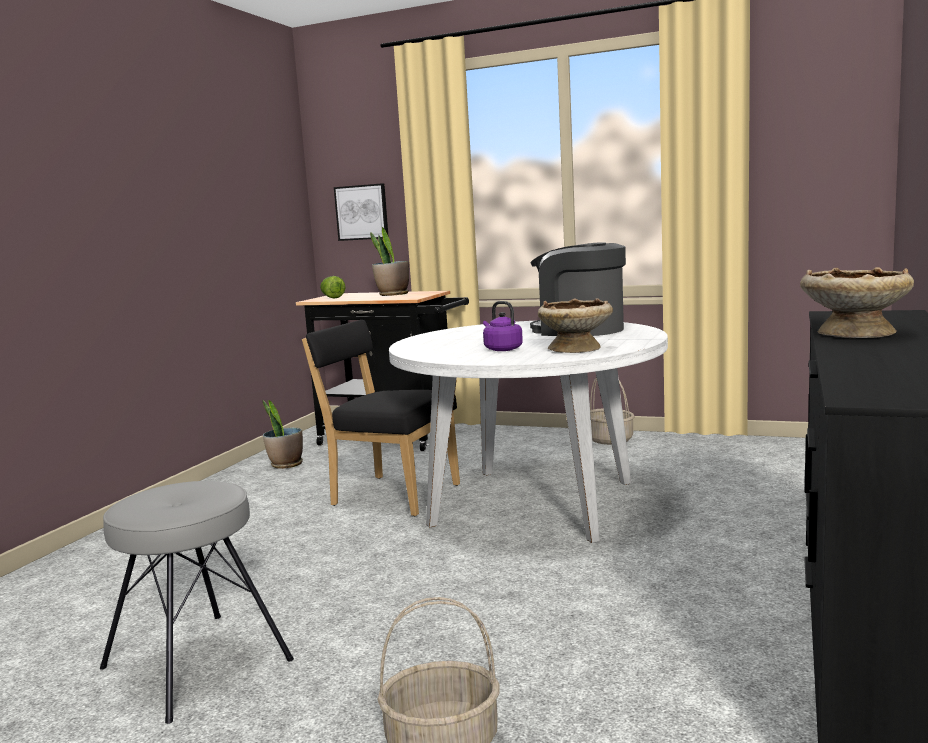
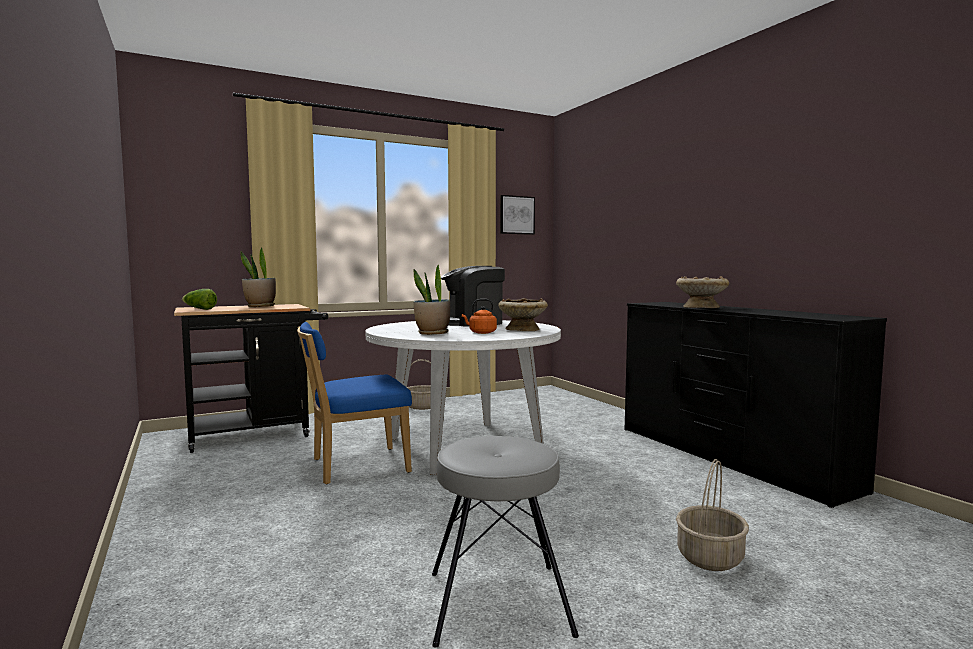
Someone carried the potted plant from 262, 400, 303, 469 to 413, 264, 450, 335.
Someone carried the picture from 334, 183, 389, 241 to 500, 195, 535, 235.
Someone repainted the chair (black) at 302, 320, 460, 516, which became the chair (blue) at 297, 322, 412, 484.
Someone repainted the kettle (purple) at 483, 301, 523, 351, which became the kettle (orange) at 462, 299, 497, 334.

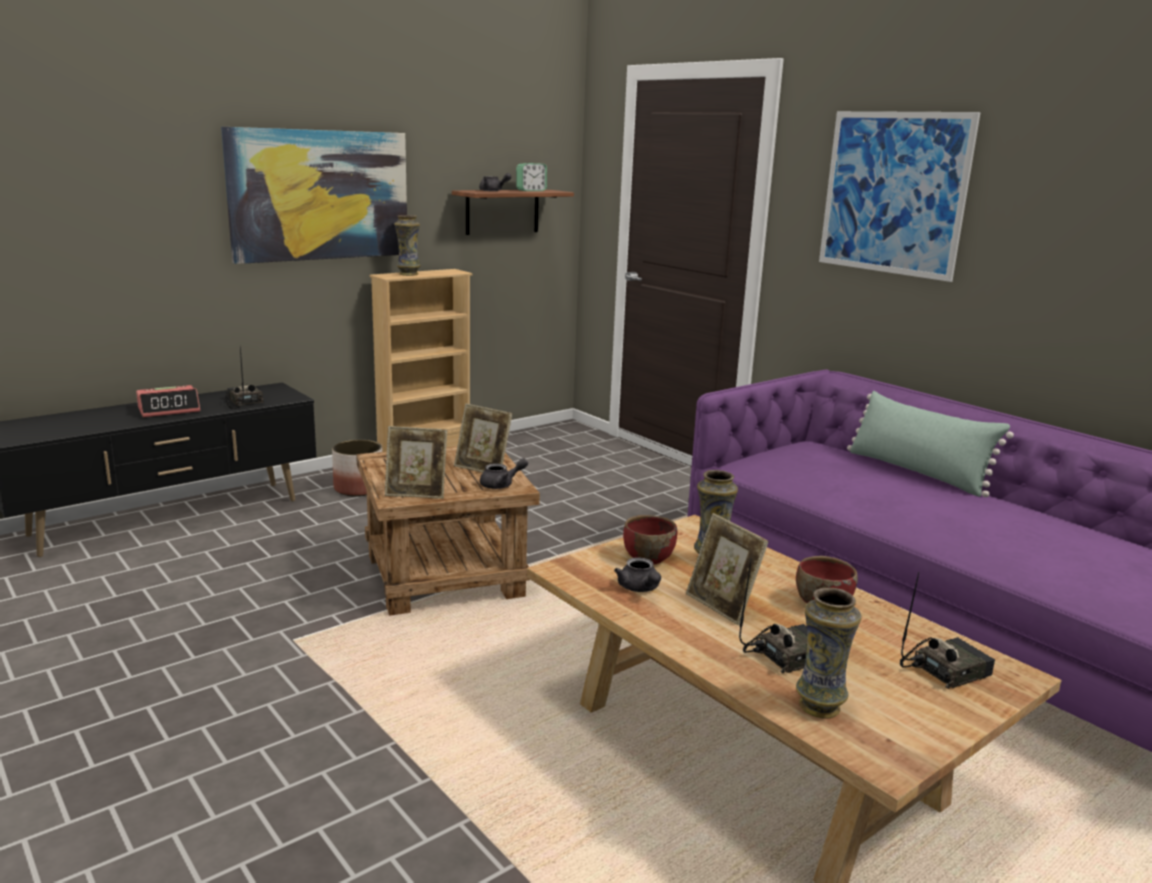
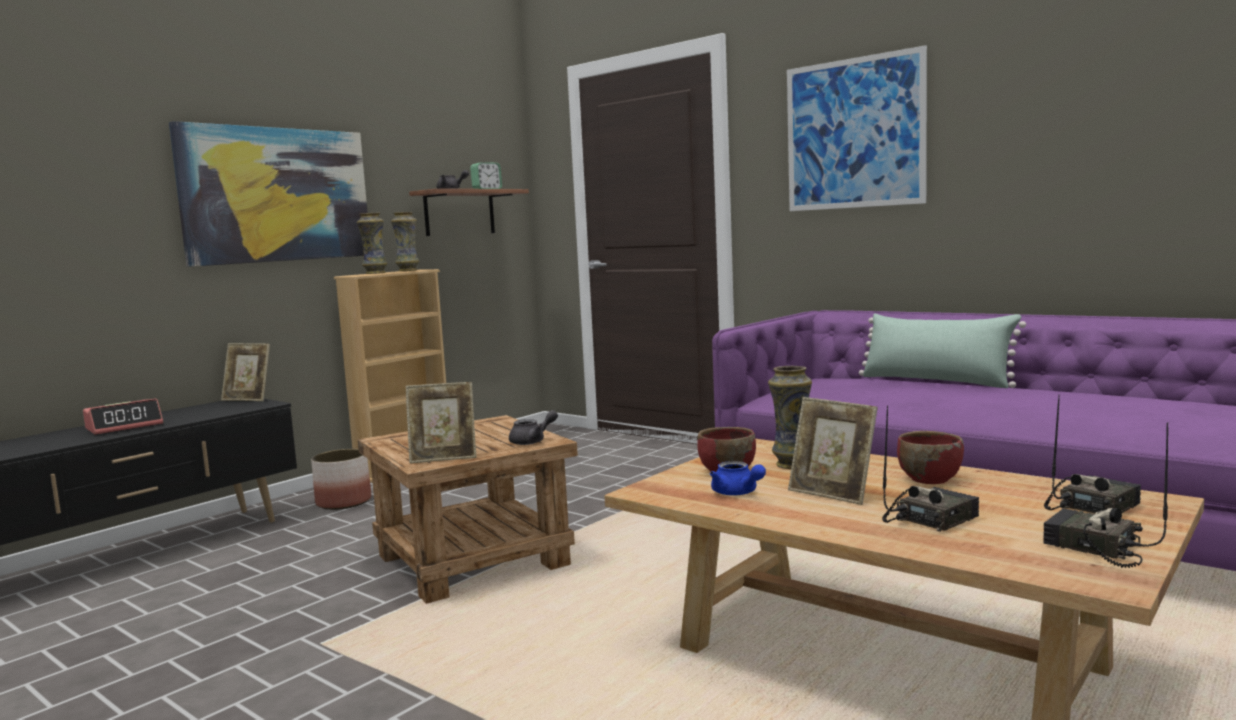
Someone carried the radio from 226, 345, 264, 409 to 1043, 422, 1168, 568.
Someone carried the picture frame from 454, 403, 512, 473 to 221, 343, 270, 401.
Someone carried the vase from 796, 588, 862, 719 to 391, 212, 419, 271.
Someone repainted the teapot (grey) at 614, 557, 661, 592, which became the teapot (blue) at 710, 461, 766, 496.

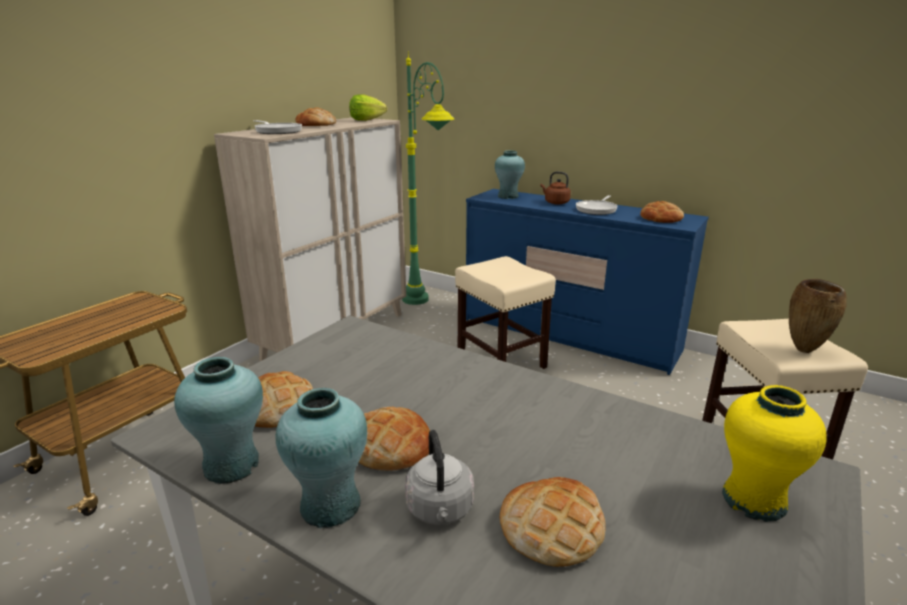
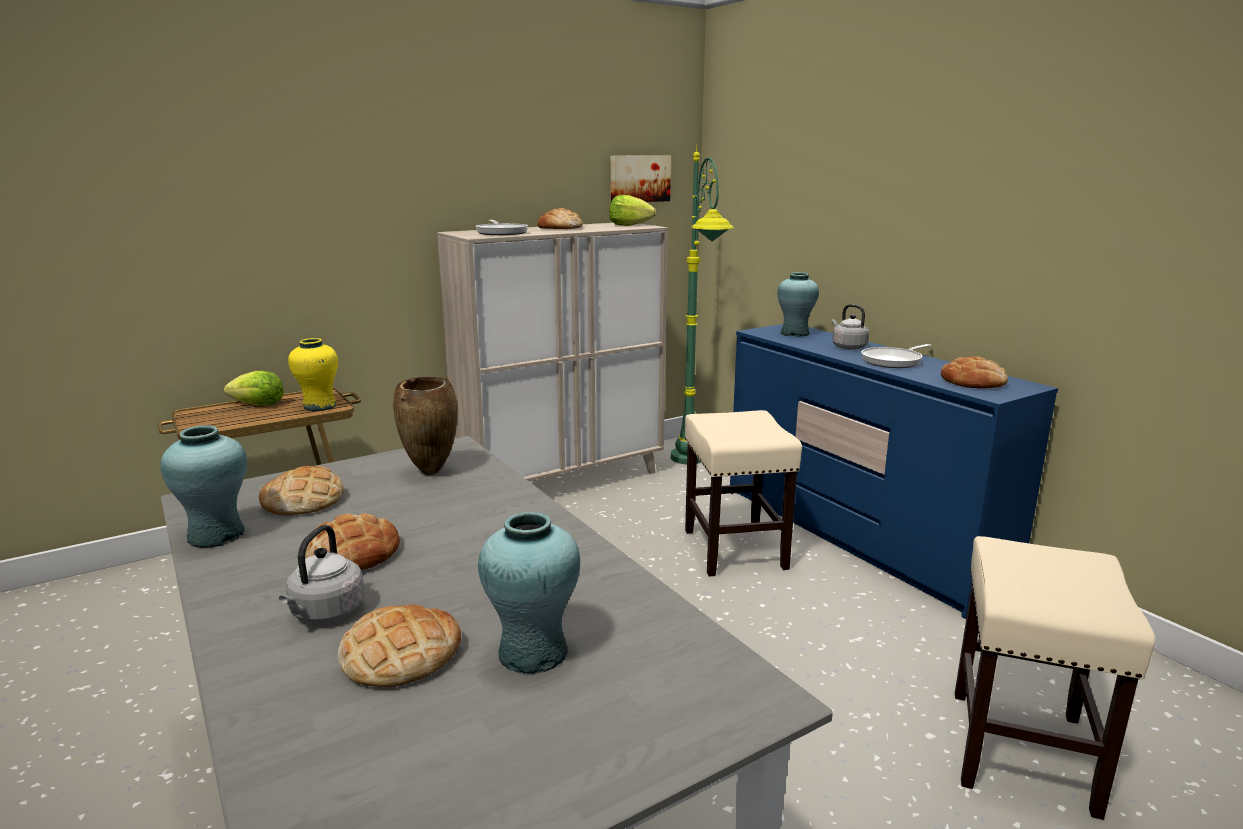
Someone put down the lettuce at 224, 371, 284, 405.
Someone put up the picture at 611, 156, 671, 202.
Someone carried the vase (turquoise) from 275, 388, 367, 528 to 478, 512, 580, 674.
Someone carried the vase (yellow) from 722, 385, 826, 522 to 288, 338, 338, 411.
Someone carried the vase (brown) from 789, 279, 847, 353 to 393, 377, 458, 475.
Someone repainted the kettle (brown) at 541, 172, 571, 205, which became the kettle (grey) at 832, 304, 869, 350.

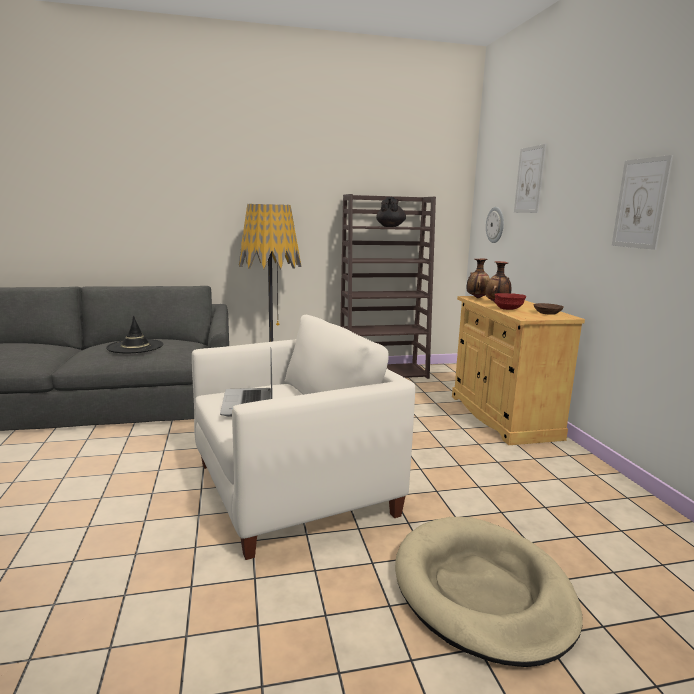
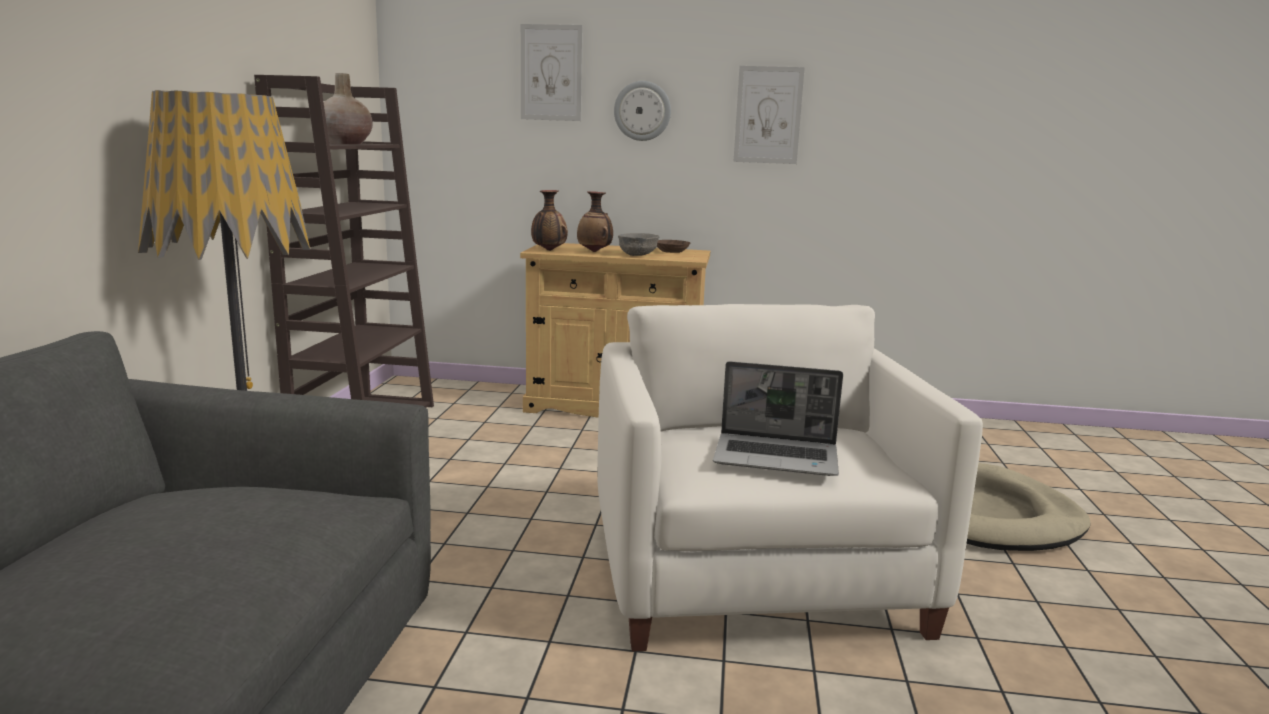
Someone took away the hat (black) at 106, 316, 163, 353.
Someone carried the wall clock from 486, 207, 504, 243 to 614, 81, 671, 141.
Someone swapped the teapot (black) at 376, 197, 406, 227 for the vase (beige) at 324, 73, 373, 145.
Someone repainted the bowl (red) at 494, 293, 526, 310, which became the bowl (grey) at 618, 233, 659, 256.

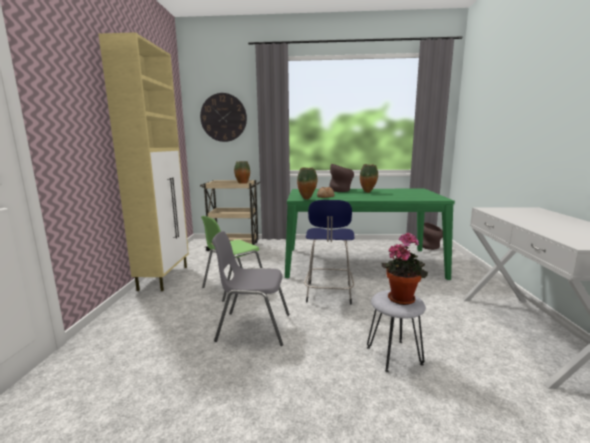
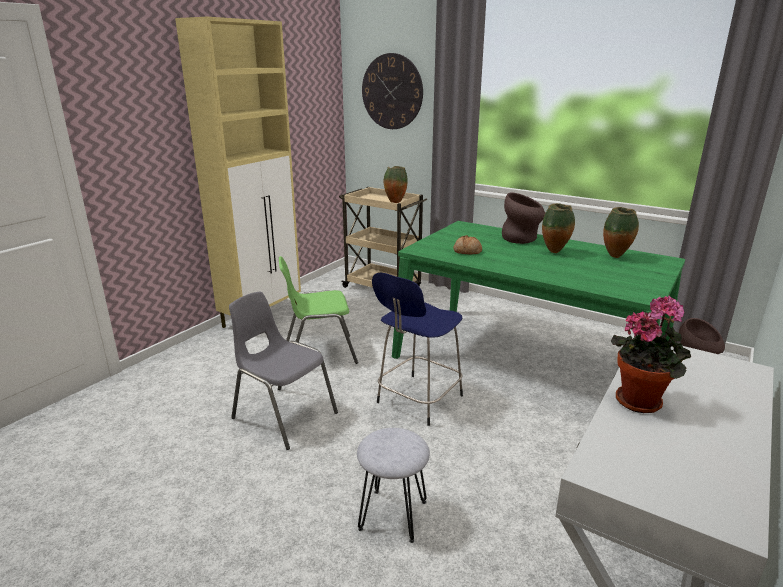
Someone carried the vase from 297, 167, 317, 199 to 603, 207, 639, 258.
Someone carried the potted plant from 382, 232, 428, 305 to 611, 295, 691, 413.

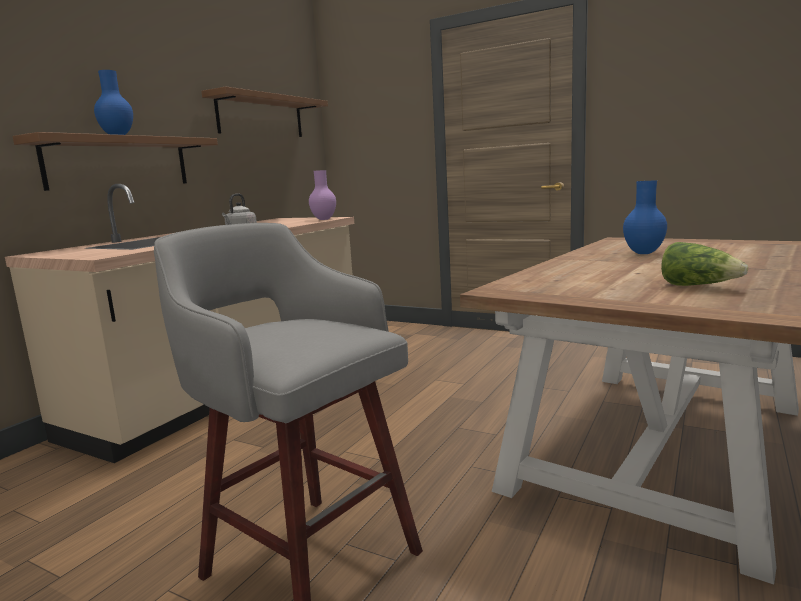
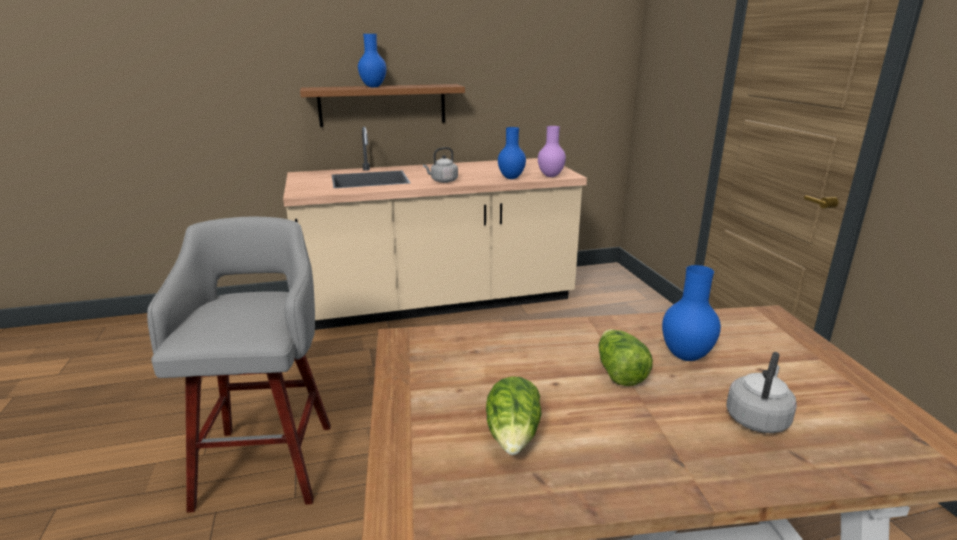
Someone took away the shelf (brown) at 201, 87, 328, 137.
Someone put down the vase (blue) at 498, 127, 526, 179.
Someone put down the lettuce at 598, 329, 653, 386.
Someone put down the kettle (grey) at 726, 352, 797, 433.

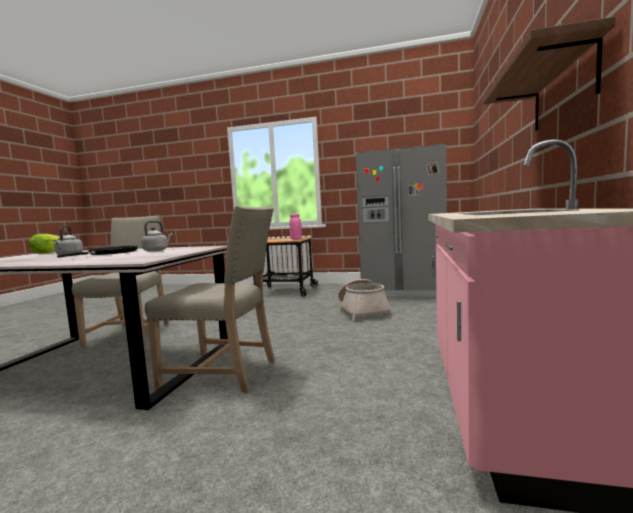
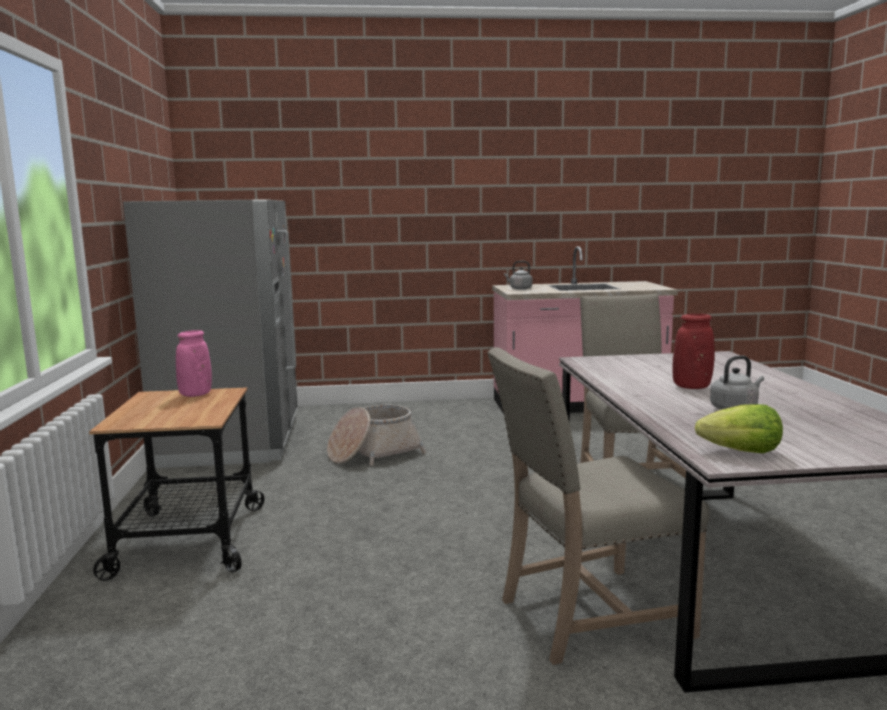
Someone took away the shelf at 483, 16, 616, 131.
Someone carried the kettle (grey) from 141, 221, 173, 252 to 504, 261, 532, 290.
Someone swapped the frying pan (black) at 57, 246, 138, 258 for the vase (red) at 672, 314, 715, 389.

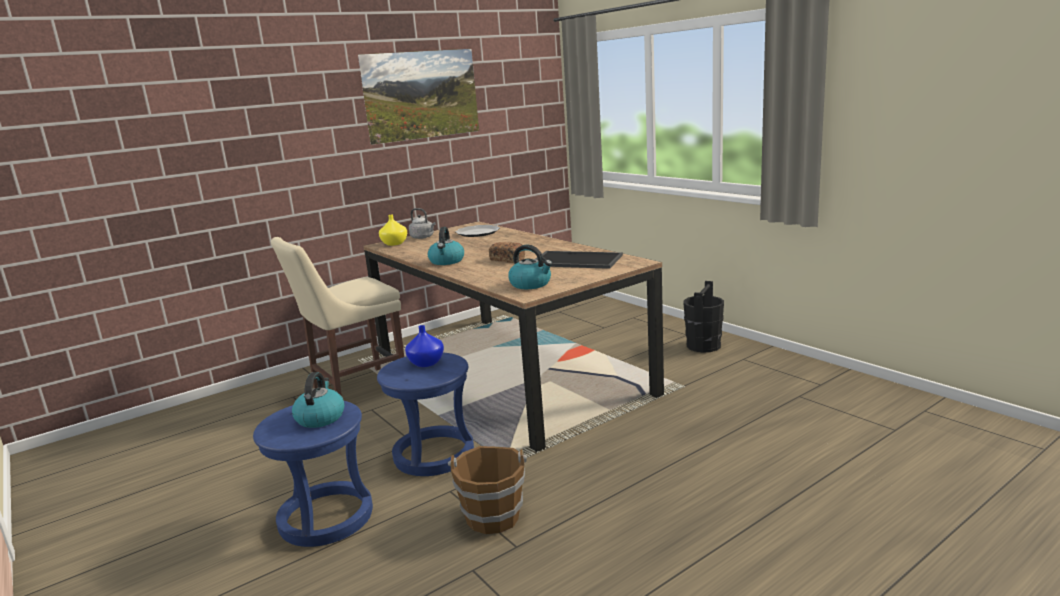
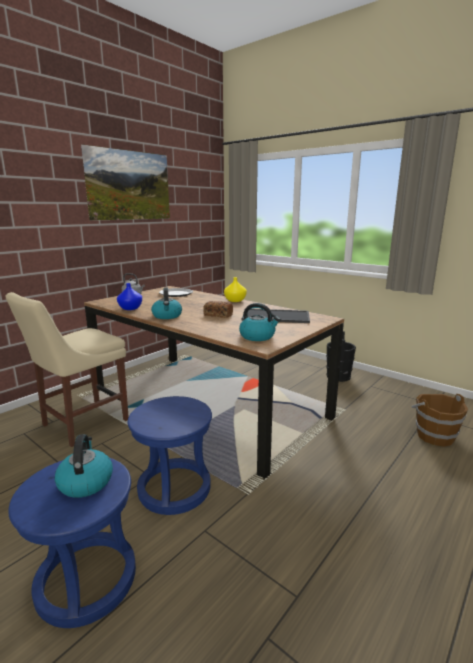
Someone carried the vase (yellow) from 379, 215, 407, 246 to 224, 277, 247, 302.
Someone carried the vase (blue) from 405, 325, 444, 367 to 117, 283, 142, 310.
Someone carried the bucket (brown) from 448, 446, 527, 534 to 412, 393, 468, 447.

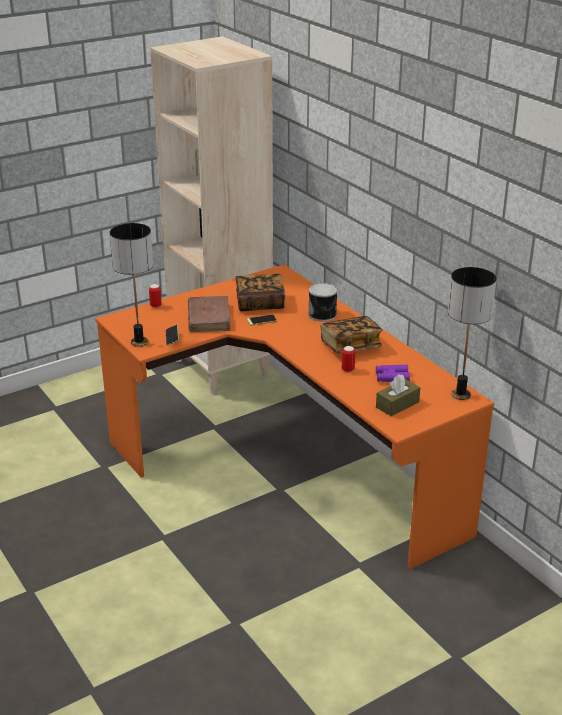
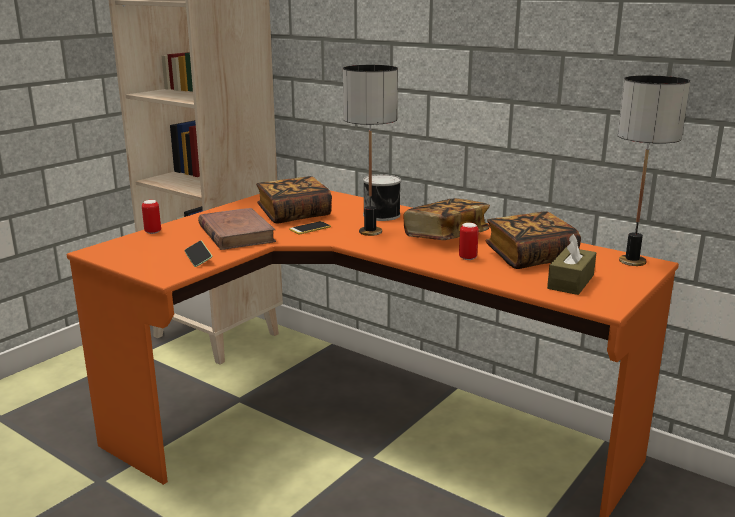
Someone carried the table lamp from 110, 223, 153, 347 to 343, 65, 398, 236.
Someone swapped the binoculars (purple) at 376, 365, 410, 382 for the book at 485, 211, 581, 269.

